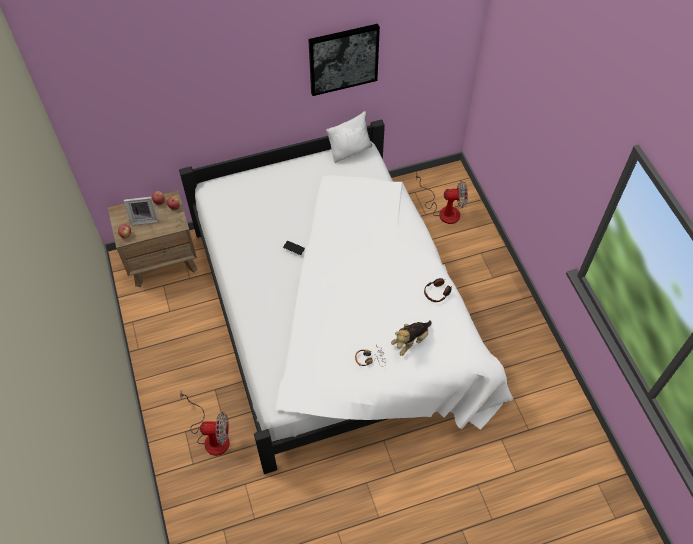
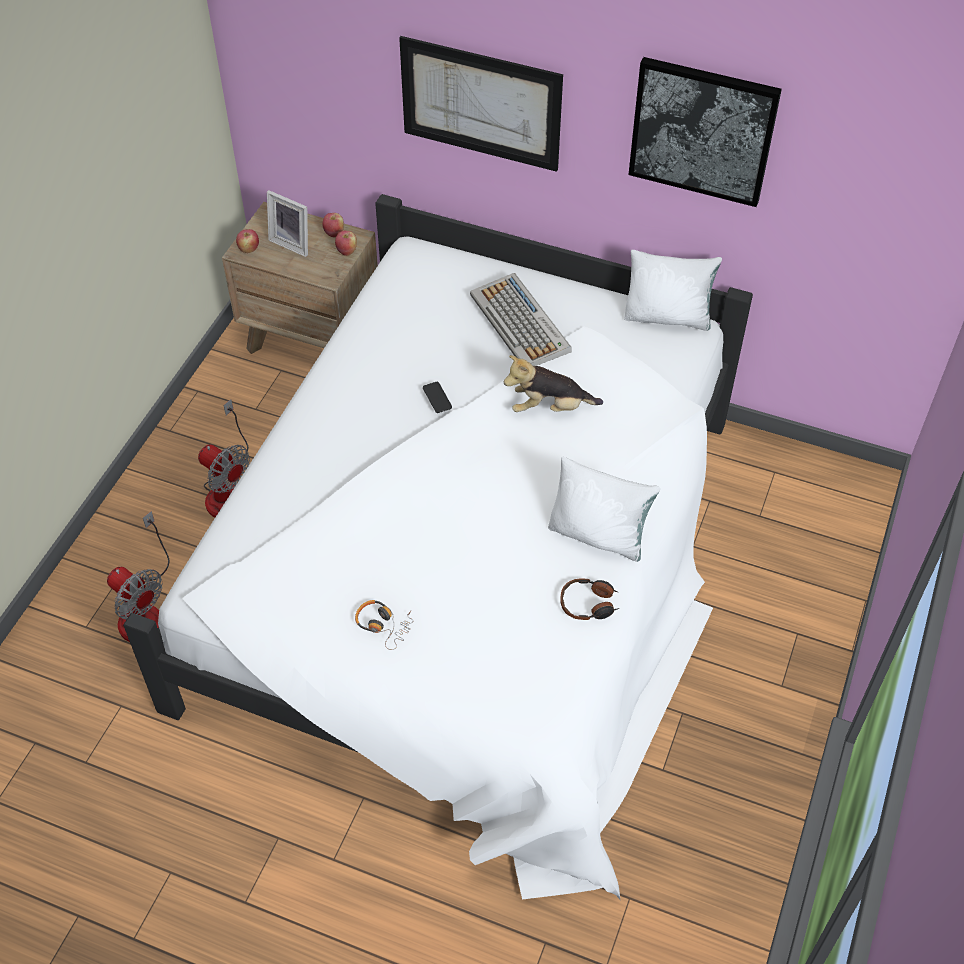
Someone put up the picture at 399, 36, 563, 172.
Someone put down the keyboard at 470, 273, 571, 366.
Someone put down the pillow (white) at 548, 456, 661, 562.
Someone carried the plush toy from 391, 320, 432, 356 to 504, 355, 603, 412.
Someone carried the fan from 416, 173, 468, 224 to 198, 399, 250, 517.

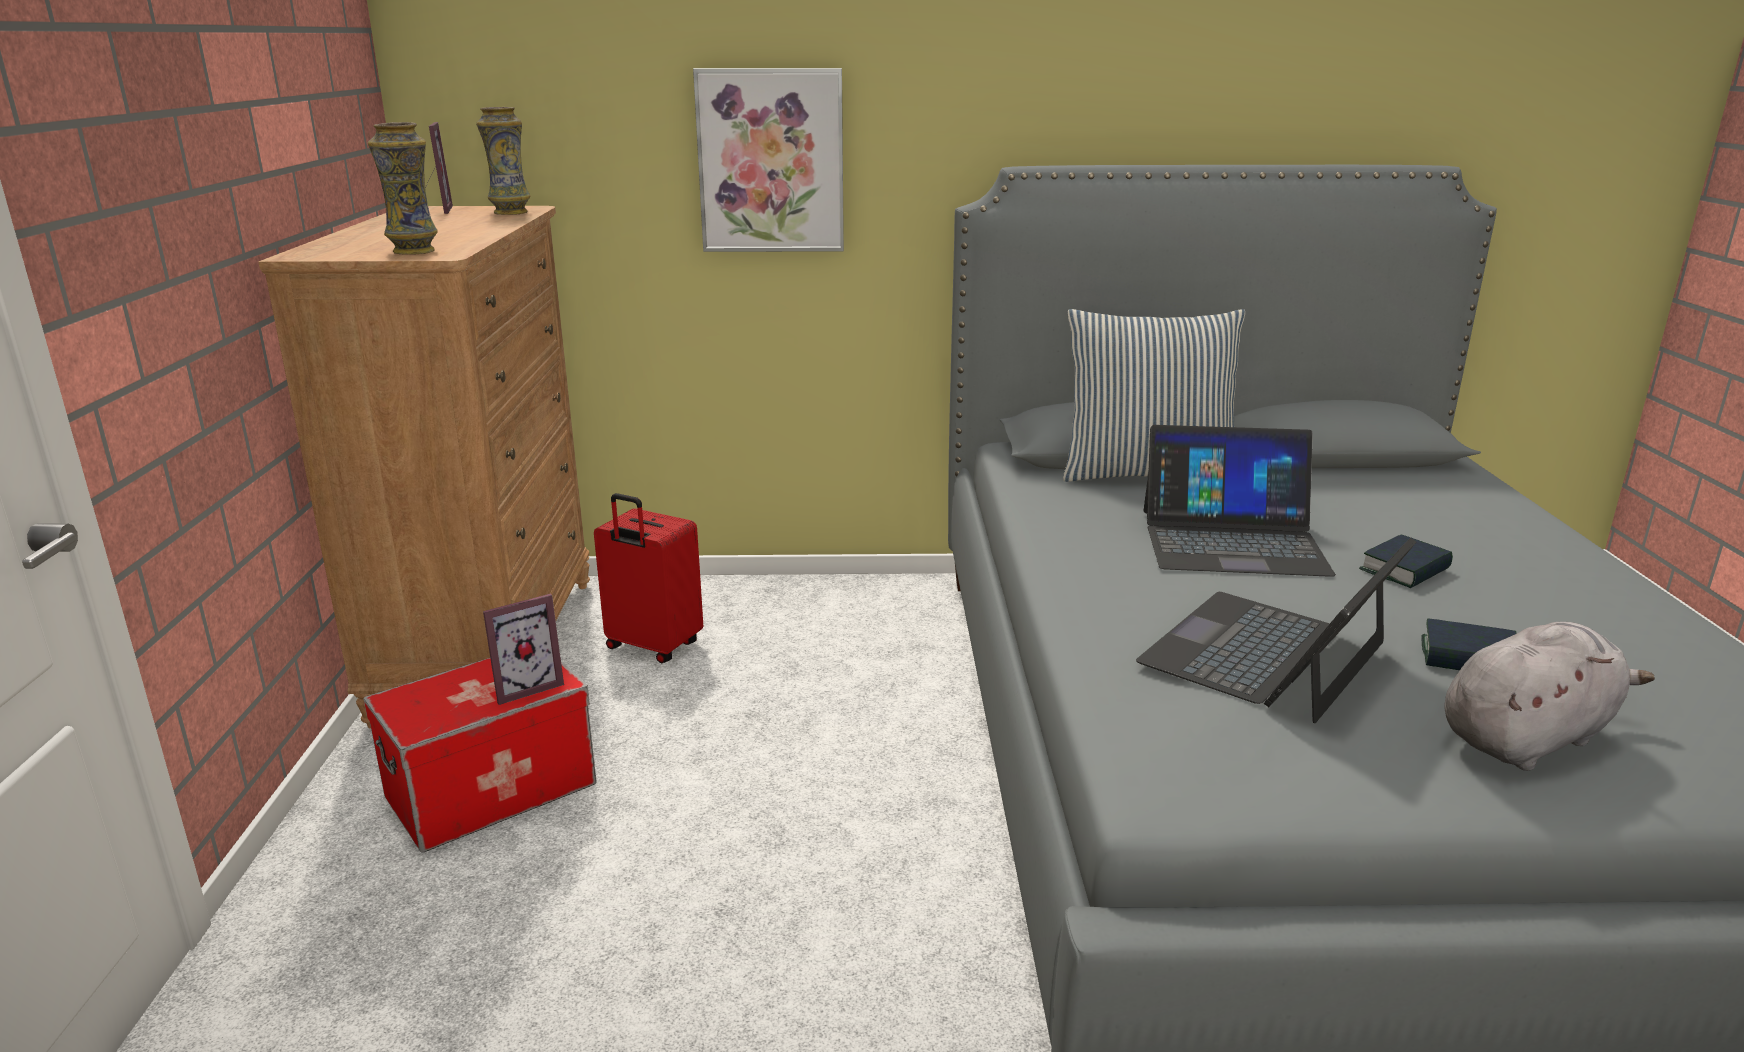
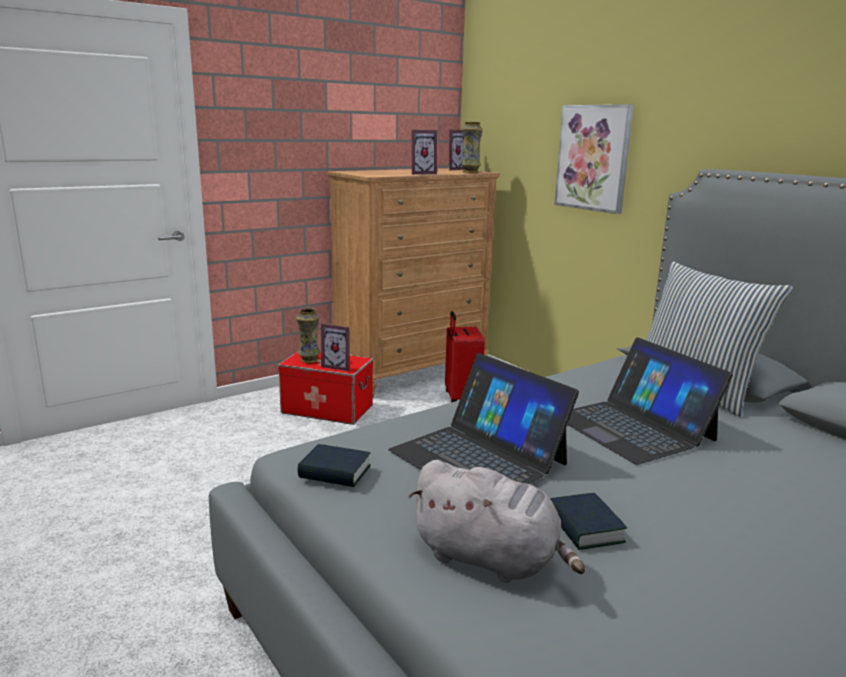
Someone put down the picture frame at 412, 130, 437, 175.
Someone carried the vase from 368, 122, 438, 255 to 296, 308, 320, 363.
Someone carried the book from 1359, 534, 1453, 588 to 298, 444, 371, 487.
Someone rotated the laptop at 1136, 538, 1416, 723 by 135 degrees counterclockwise.

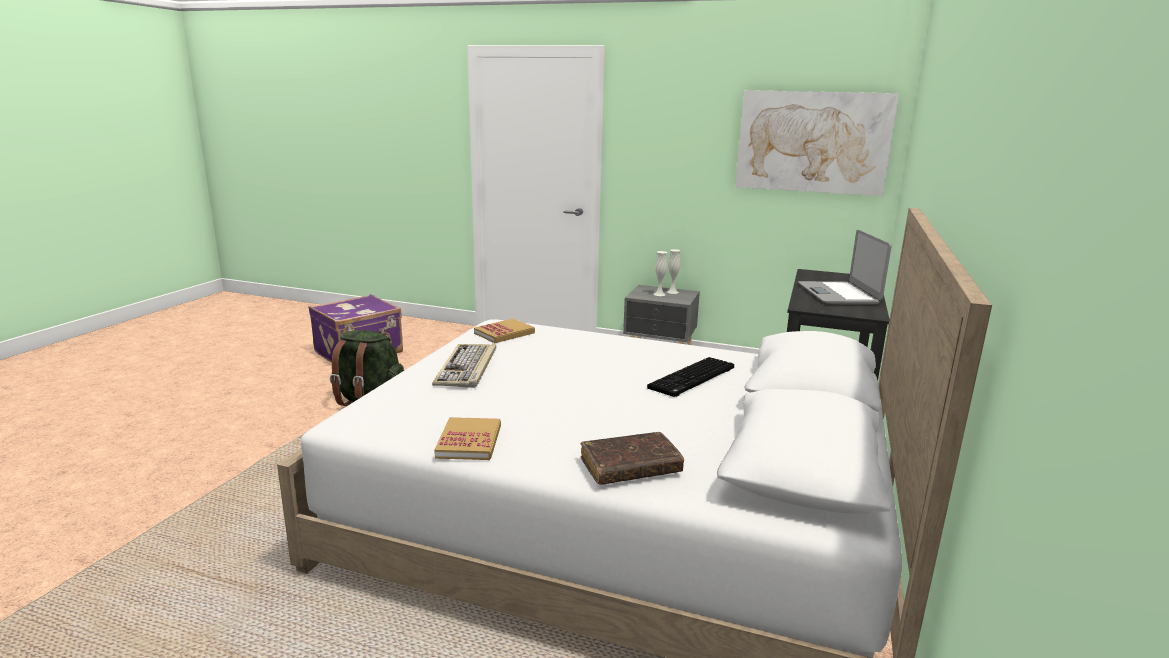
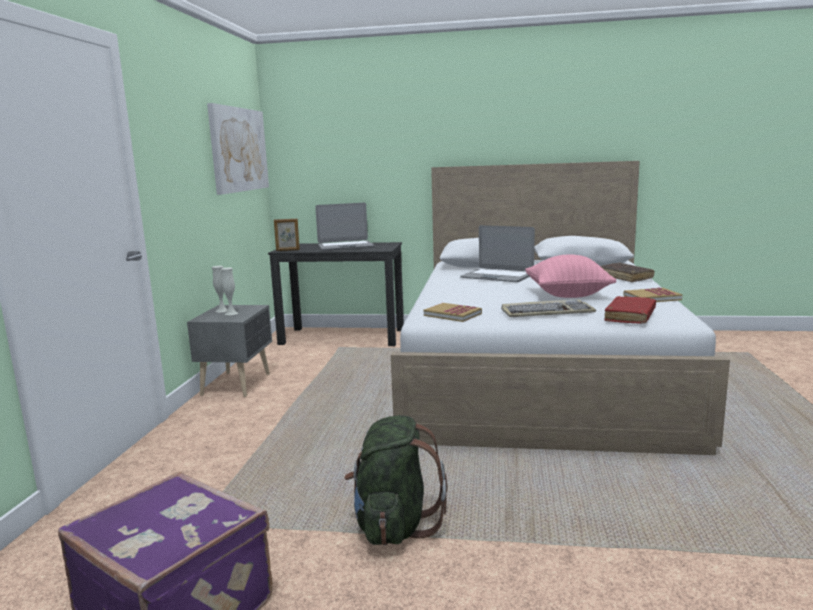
Someone put down the picture frame at 274, 219, 300, 251.
Someone put down the pillow (pink) at 525, 254, 616, 298.
Someone put down the book (red) at 604, 296, 656, 324.
Someone swapped the keyboard at 647, 357, 734, 397 for the laptop at 460, 225, 535, 282.

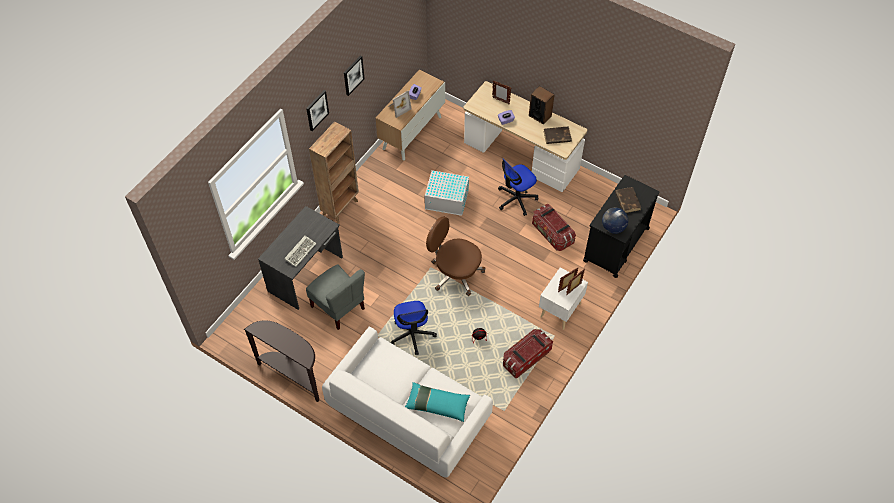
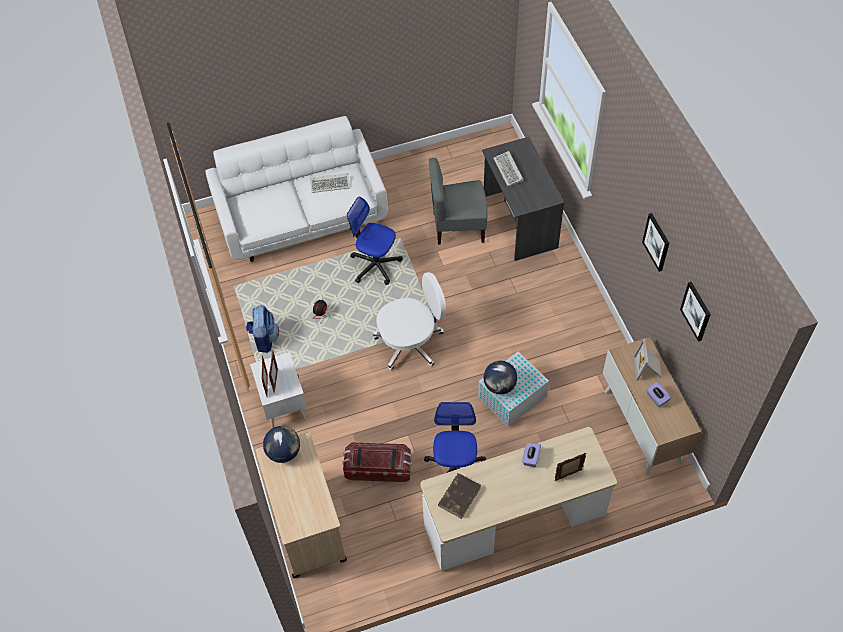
Someone took away the console table (brown) at 244, 320, 319, 402.
Someone took away the bookcase (brown) at 309, 122, 359, 223.
Someone took away the pillow (turquoise) at 405, 382, 470, 422.
Someone took away the speaker at 529, 86, 555, 125.
Someone took away the book (brown) at 615, 187, 641, 213.
Someone put down the keyboard at 310, 173, 350, 193.
Someone put down the globe at 483, 361, 517, 394.
Someone carried the picture from 306, 90, 329, 131 to 680, 282, 711, 342.
Someone swapped the storage box at 503, 329, 553, 378 for the backpack at 246, 305, 279, 353.
Someone repainted the office chair (brown) at 426, 216, 485, 296, which became the office chair (white) at 373, 272, 446, 371.
Someone repainted the cart (black) at 583, 175, 659, 278, which became the cart (beige) at 256, 432, 347, 578.

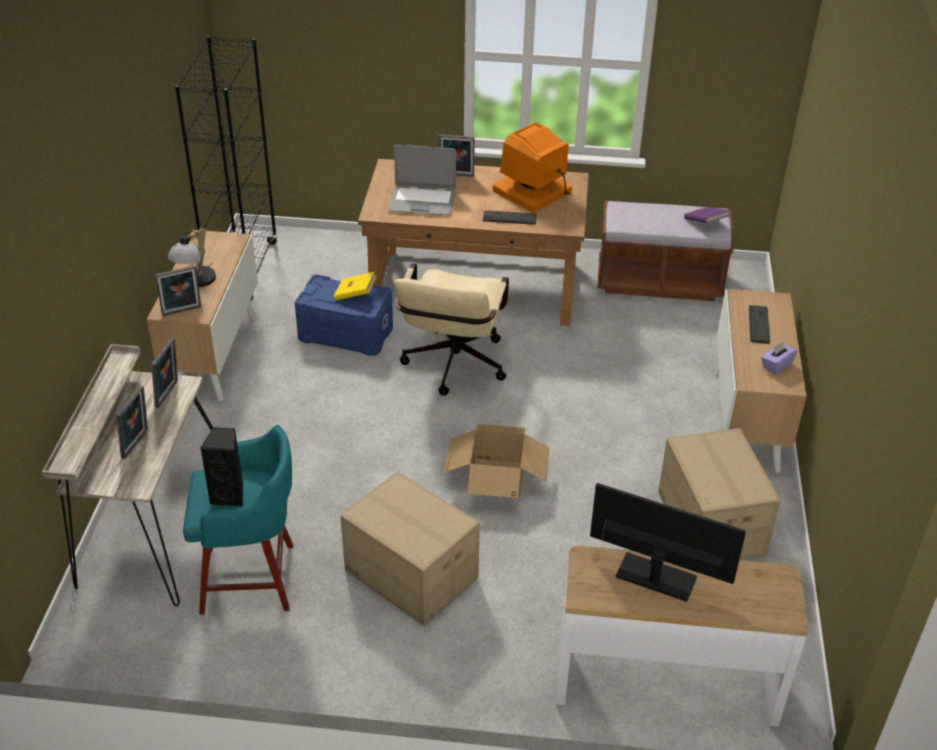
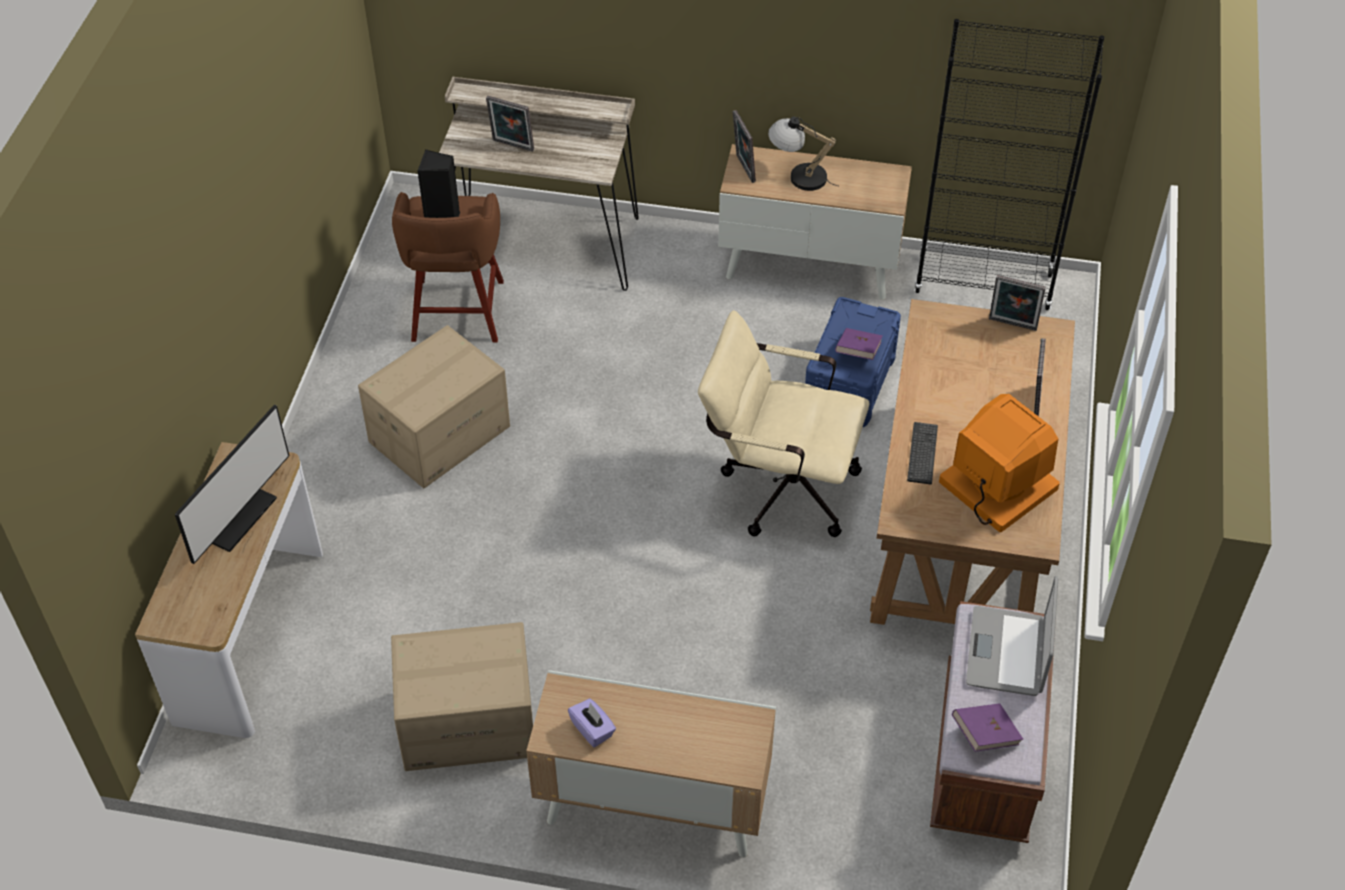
Someone took away the cardboard box at 444, 424, 550, 498.
Someone took away the keyboard at 749, 305, 770, 344.
Someone carried the picture frame from 151, 337, 178, 408 to 989, 275, 1046, 331.
Someone carried the laptop from 388, 145, 456, 215 to 966, 576, 1058, 696.
Someone repainted the stool (turquoise) at 183, 425, 293, 615, which became the stool (brown) at 392, 192, 504, 342.
Someone repainted the book (yellow) at 334, 272, 377, 301, which became the book (purple) at 835, 328, 883, 360.

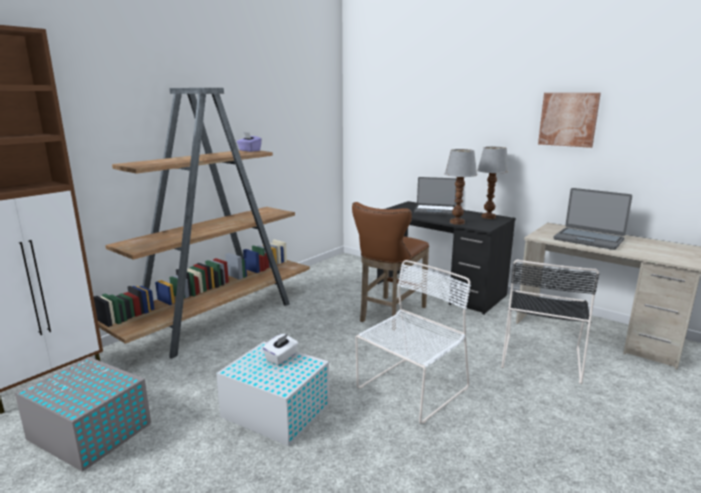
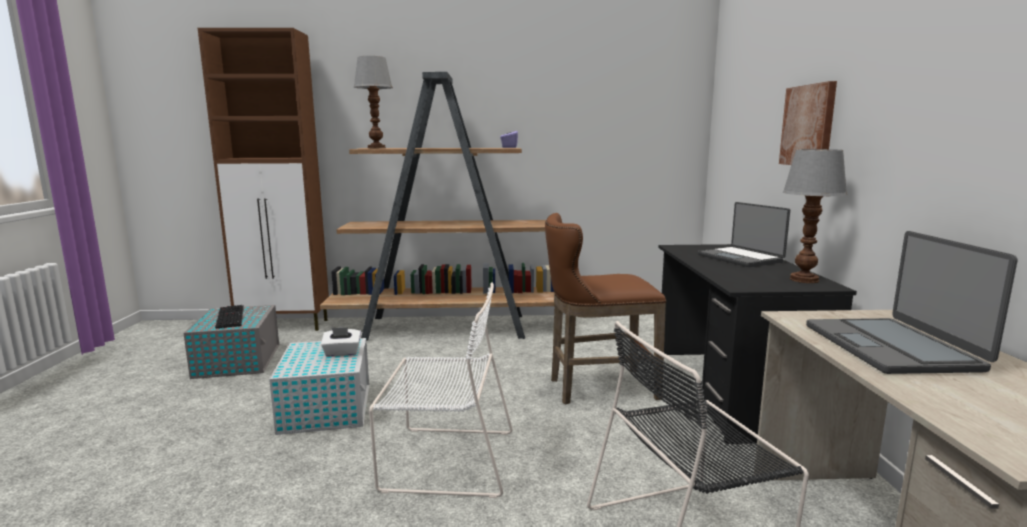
Someone put down the keyboard at 215, 305, 244, 329.
Someone carried the table lamp from 445, 149, 477, 225 to 354, 56, 393, 148.
Someone carried the picture from 538, 93, 601, 148 to 779, 81, 837, 165.

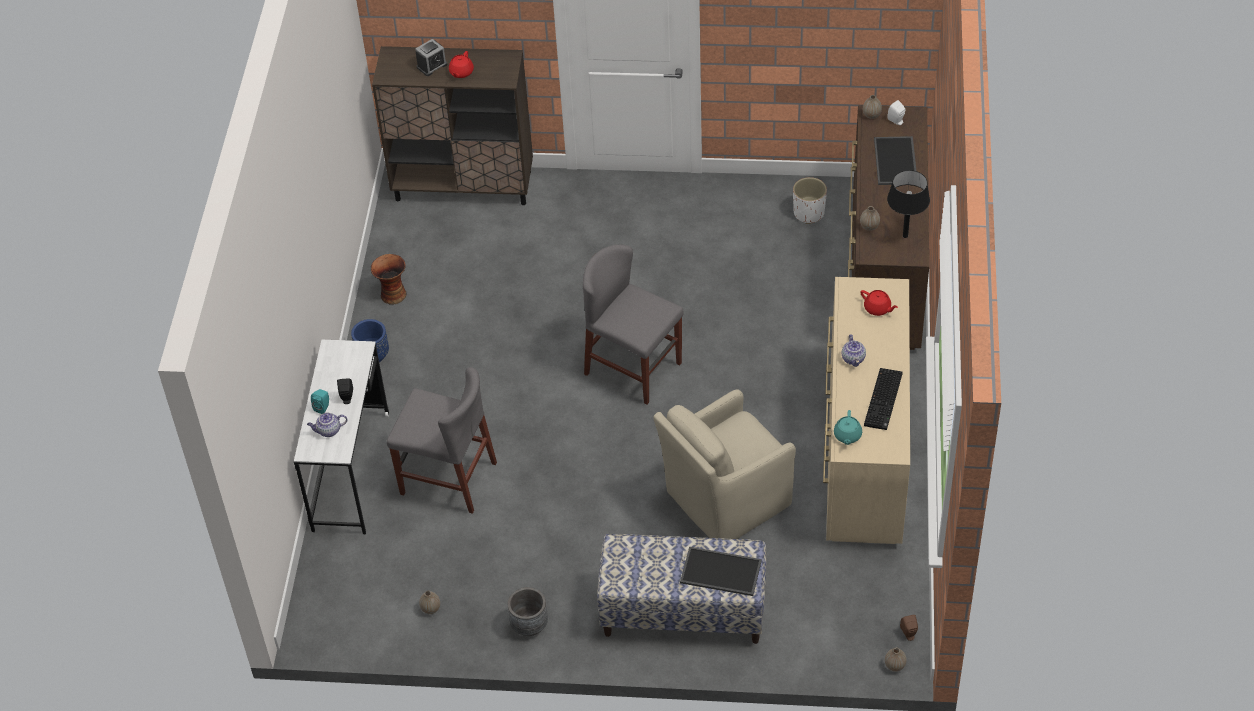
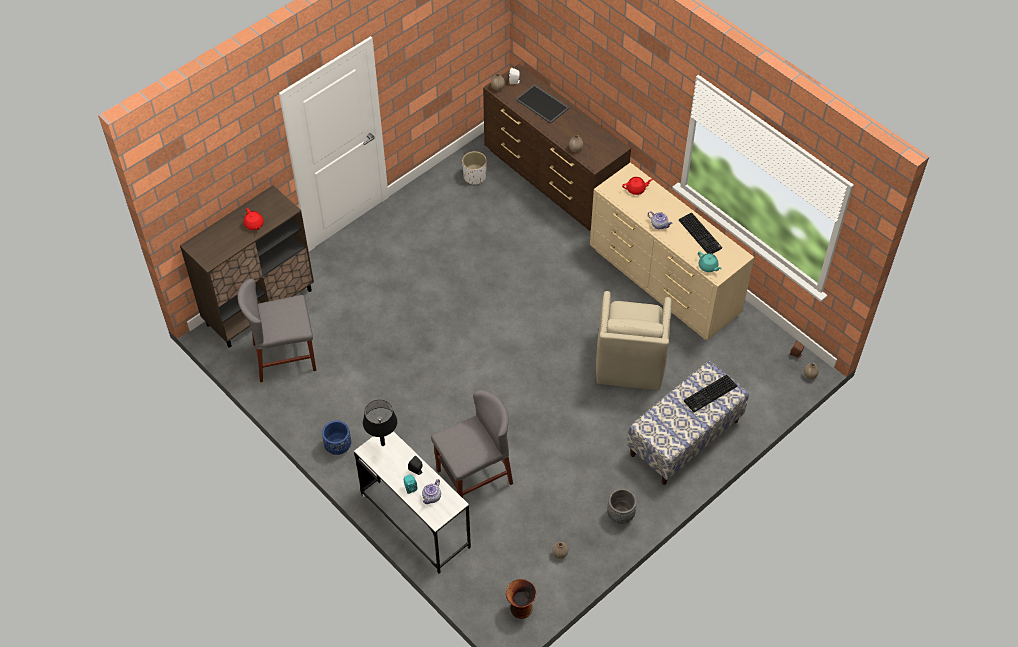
Someone took away the alarm clock at 415, 39, 447, 76.
Someone carried the vase from 371, 254, 406, 304 to 506, 579, 536, 619.
Someone carried the chair (grey) from 583, 245, 684, 404 to 238, 279, 316, 382.
Someone carried the table lamp (black) from 887, 170, 930, 238 to 363, 400, 397, 446.
Someone swapped the tray at 680, 547, 762, 596 for the keyboard at 684, 375, 737, 412.

